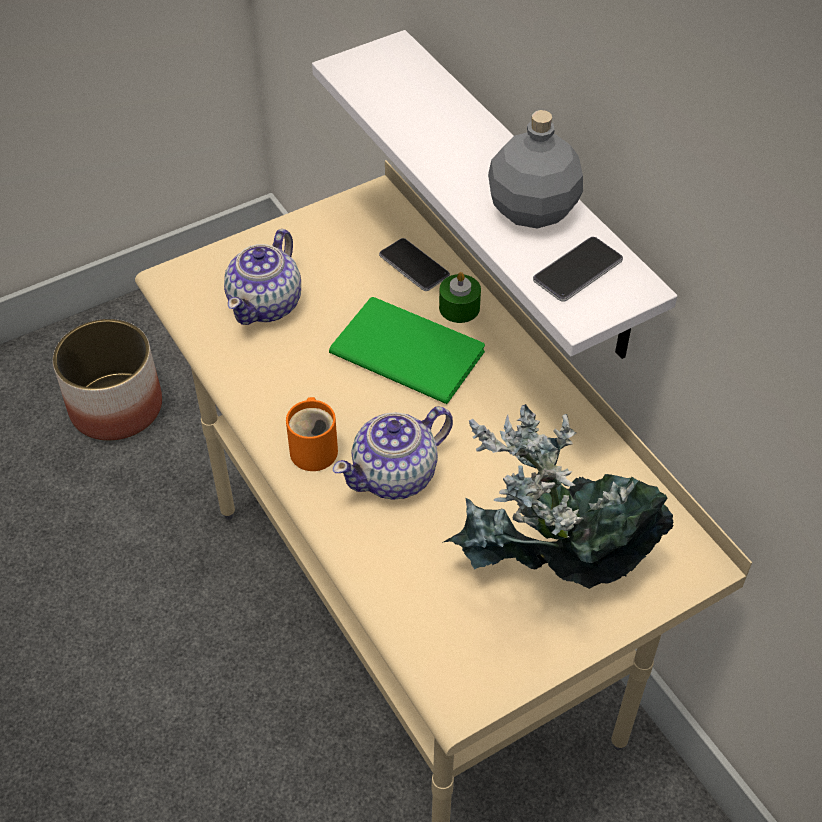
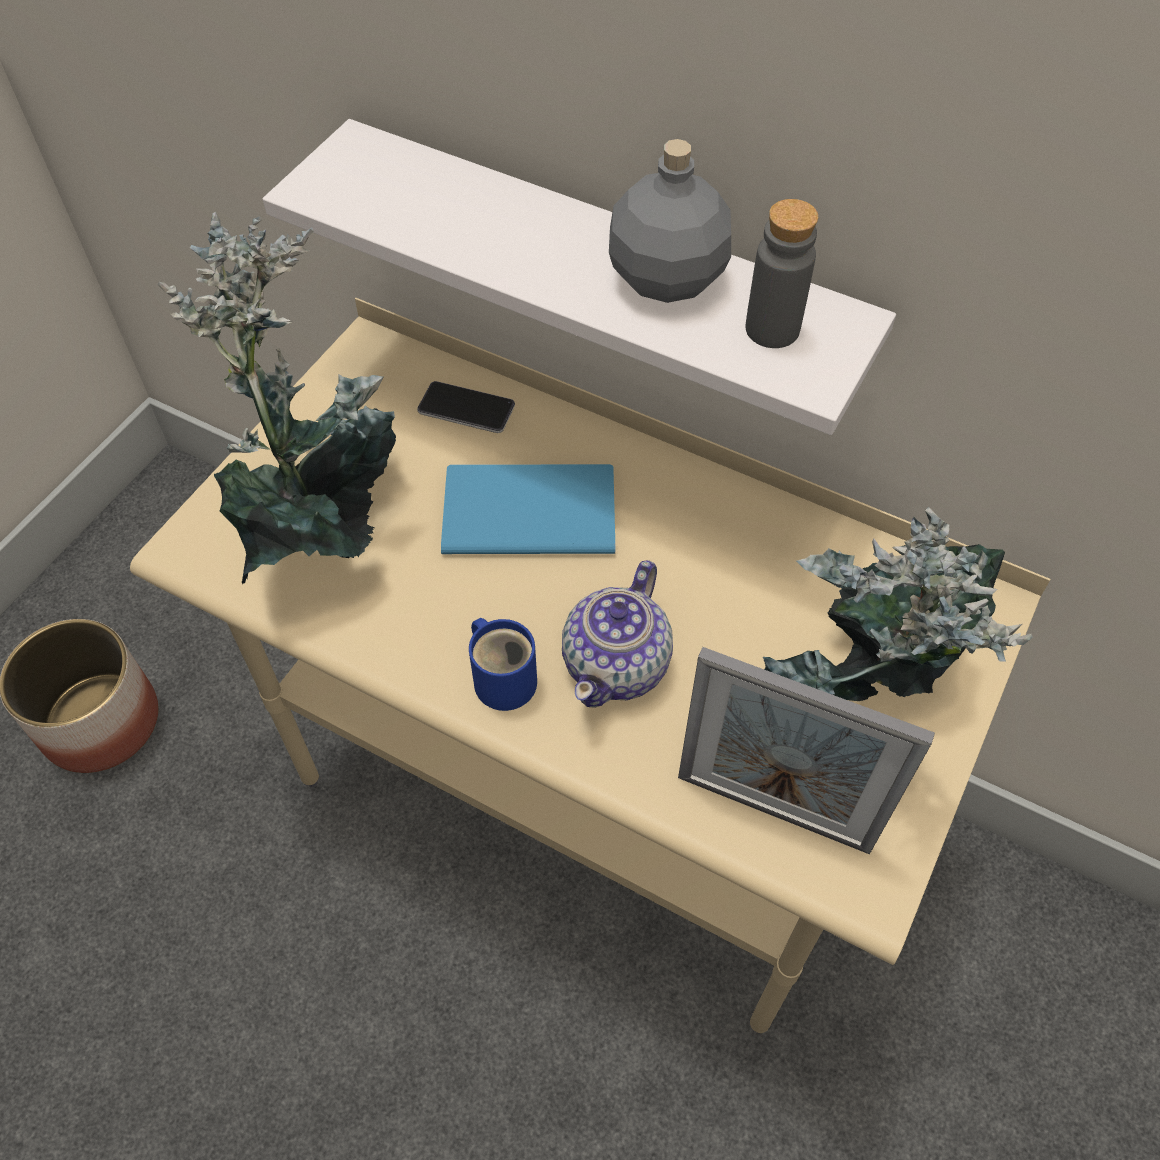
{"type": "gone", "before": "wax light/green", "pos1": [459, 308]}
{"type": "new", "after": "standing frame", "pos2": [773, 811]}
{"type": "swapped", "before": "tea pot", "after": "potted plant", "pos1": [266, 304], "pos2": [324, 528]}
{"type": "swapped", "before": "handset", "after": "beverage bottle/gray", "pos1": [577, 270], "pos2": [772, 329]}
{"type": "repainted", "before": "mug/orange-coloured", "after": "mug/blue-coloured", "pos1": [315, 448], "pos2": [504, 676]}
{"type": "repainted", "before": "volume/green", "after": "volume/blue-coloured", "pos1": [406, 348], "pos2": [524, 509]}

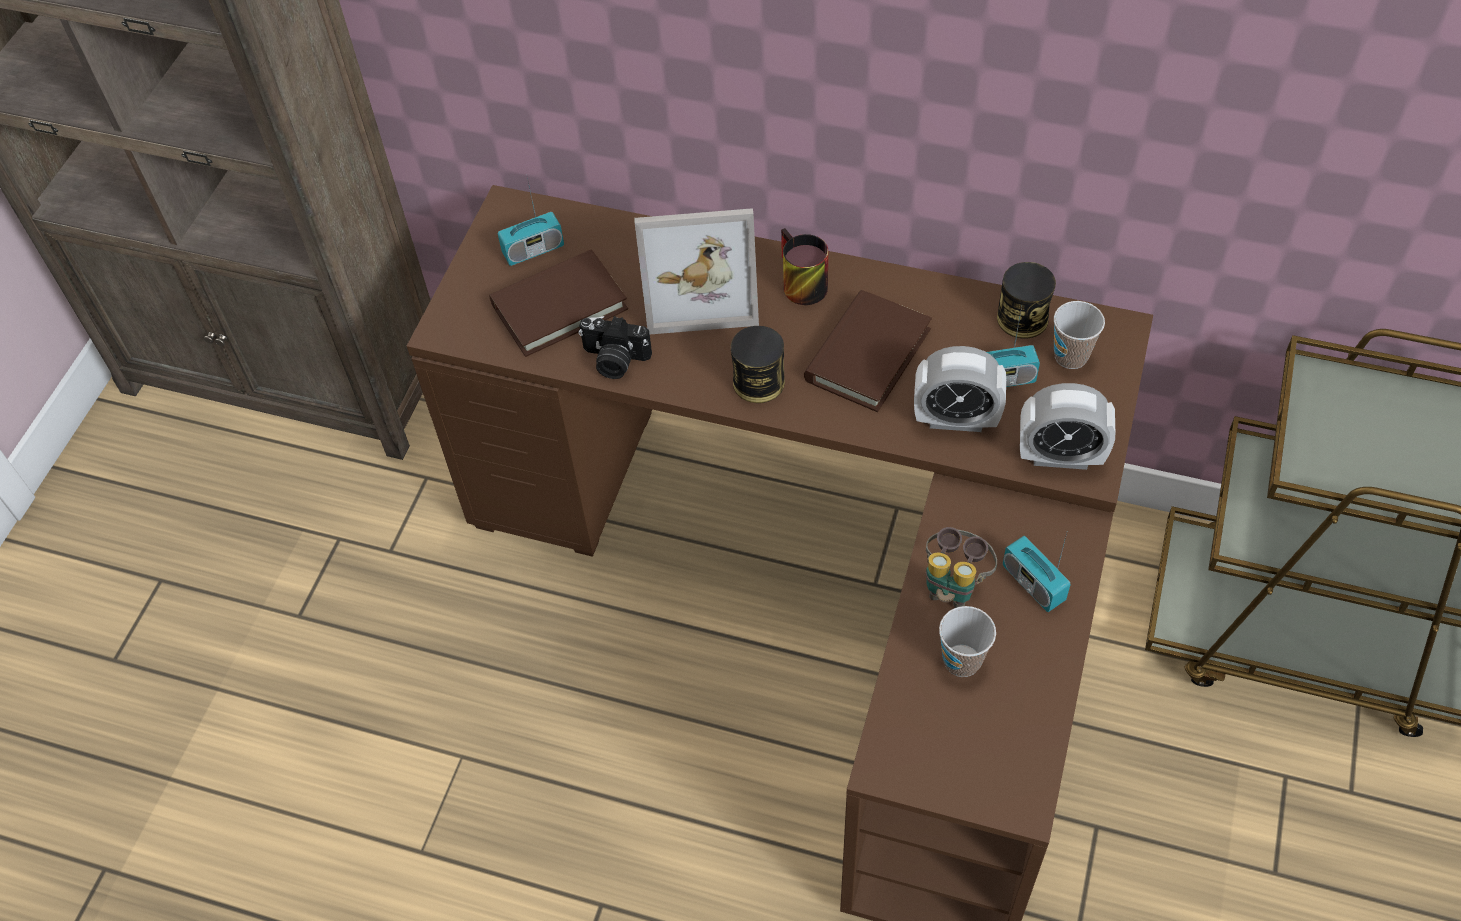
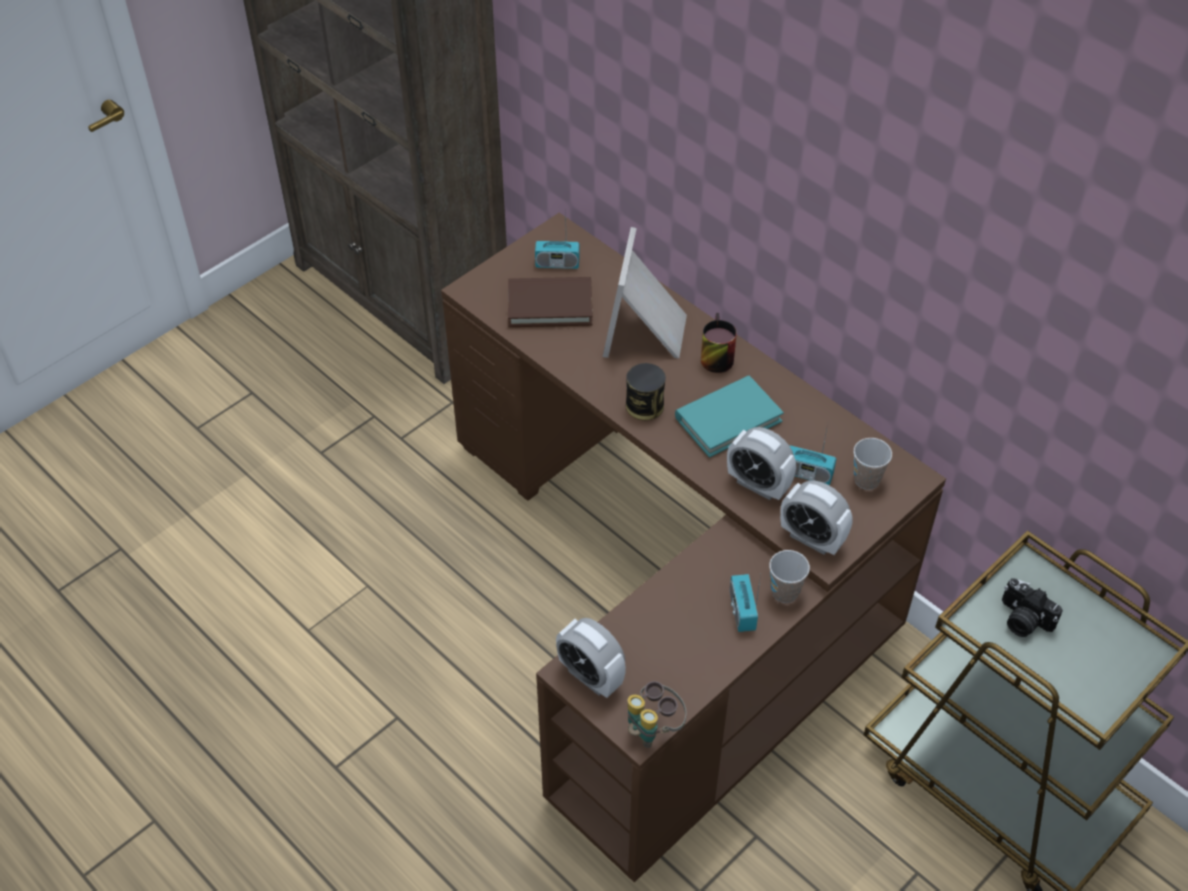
{"type": "gone", "before": "sealed can", "pos1": [1022, 318]}
{"type": "new", "after": "bedside clock", "pos2": [590, 676]}
{"type": "shifted", "before": "photo camera", "pos1": [614, 360], "pos2": [1022, 620]}
{"type": "shifted", "before": "binoculars", "pos1": [953, 585], "pos2": [653, 728]}
{"type": "shifted", "before": "cup", "pos1": [962, 661], "pos2": [785, 592]}
{"type": "repainted", "before": "volume/brown", "after": "volume/blue-green", "pos1": [867, 355], "pos2": [728, 419]}
{"type": "rotated", "before": "standing frame", "pos1": [700, 289], "pos2": [647, 332], "turn": 75}

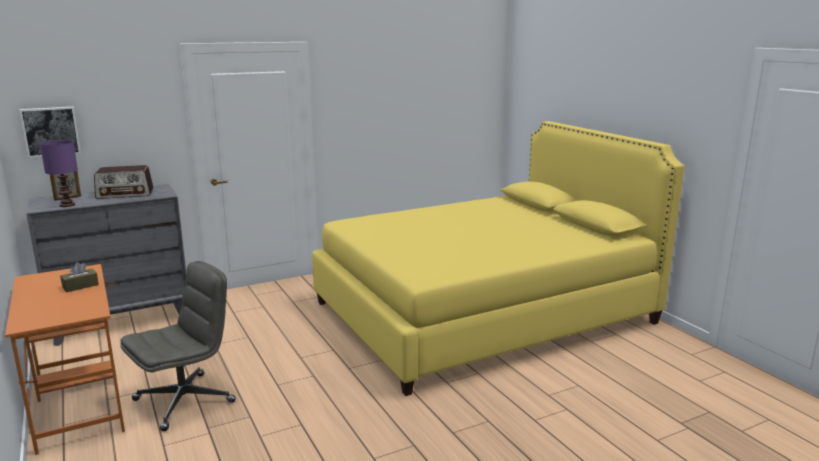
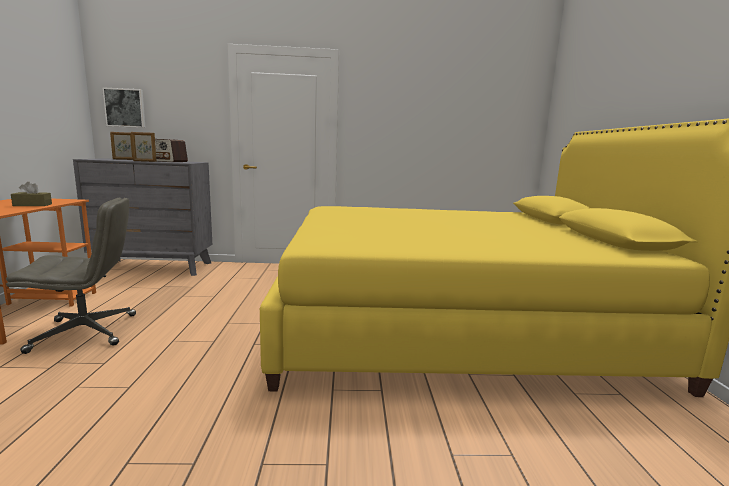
{"type": "gone", "before": "lamp for a table/purplish", "pos1": [66, 205]}
{"type": "new", "after": "standing frame", "pos2": [144, 161]}

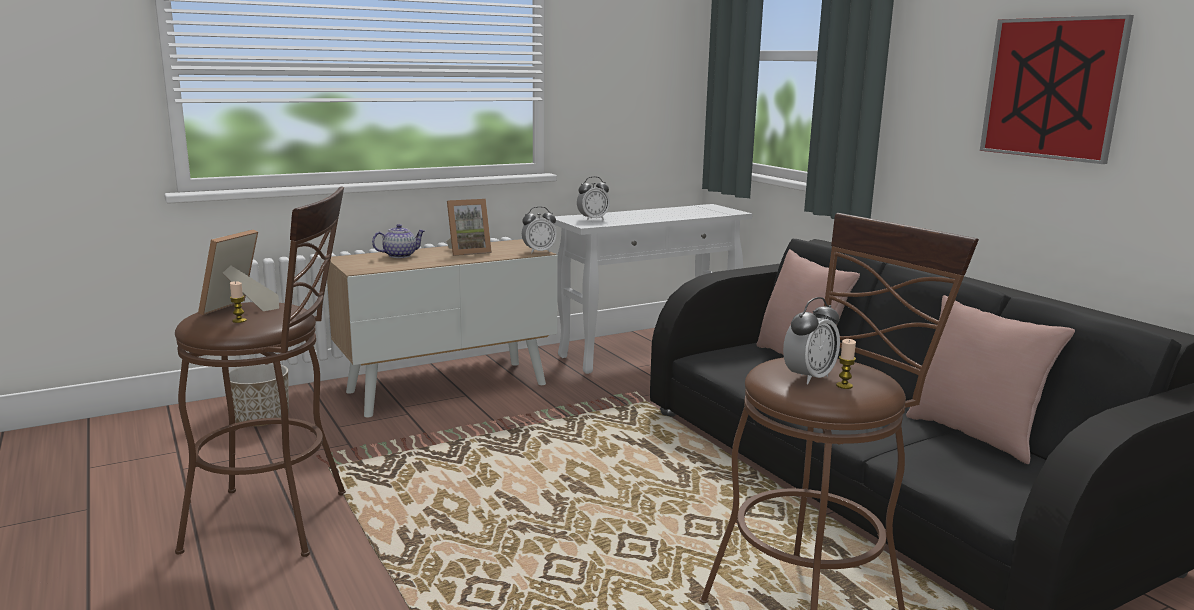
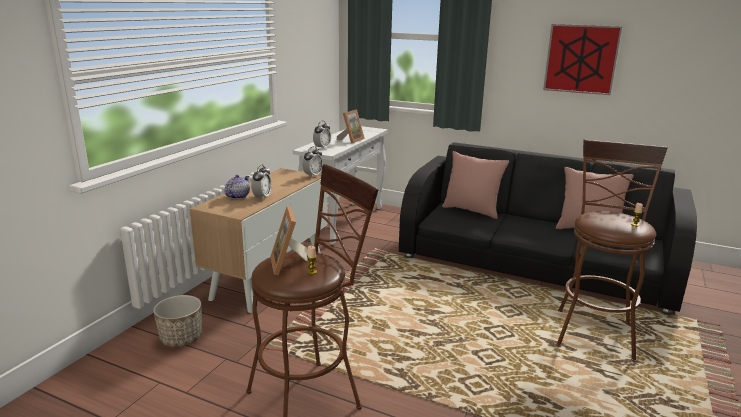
{"type": "shifted", "before": "standing frame", "pos1": [468, 251], "pos2": [351, 140]}
{"type": "shifted", "before": "bedside clock", "pos1": [809, 377], "pos2": [262, 197]}

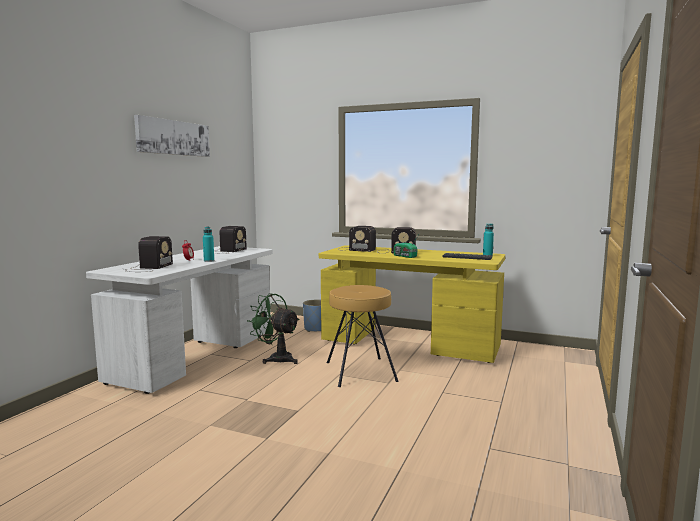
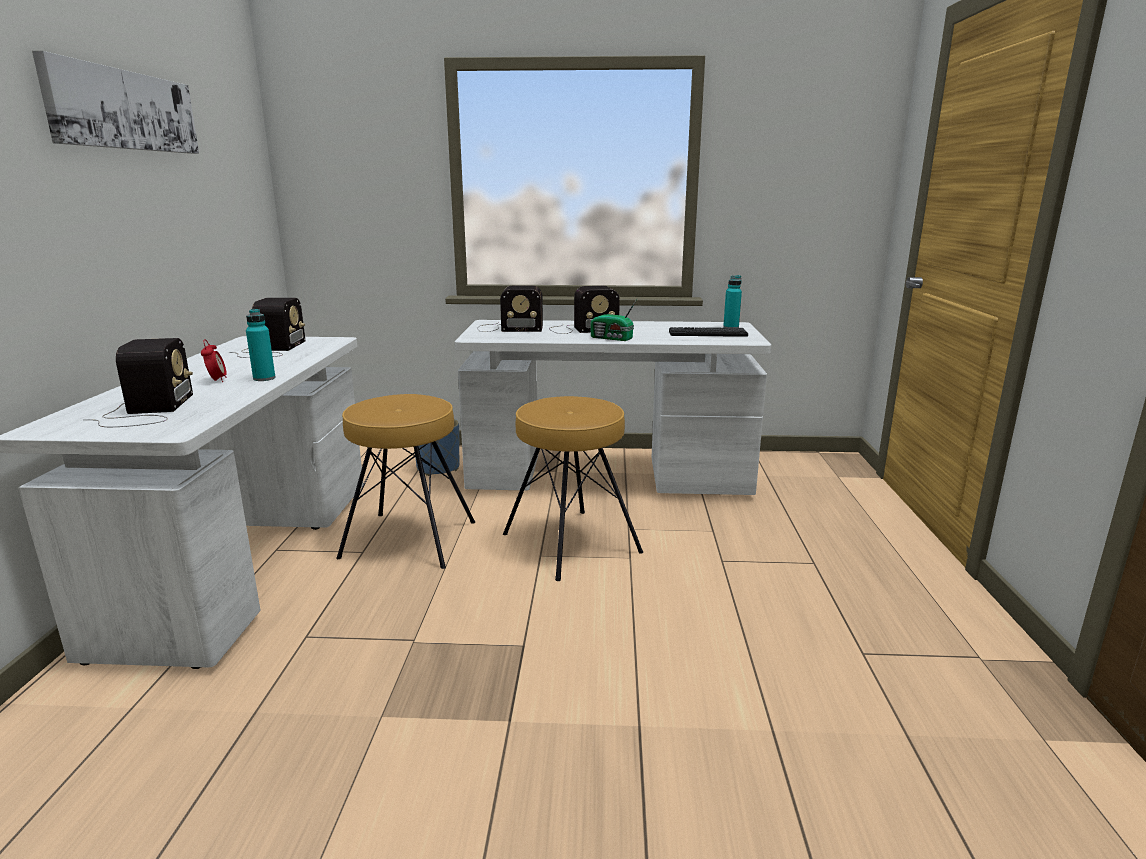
{"type": "swapped", "before": "electric fan/green", "after": "stool seat/brown", "pos1": [276, 358], "pos2": [409, 540]}
{"type": "repainted", "before": "desk unit/yellow", "after": "desk unit/white-coloured", "pos1": [409, 344], "pos2": [608, 478]}

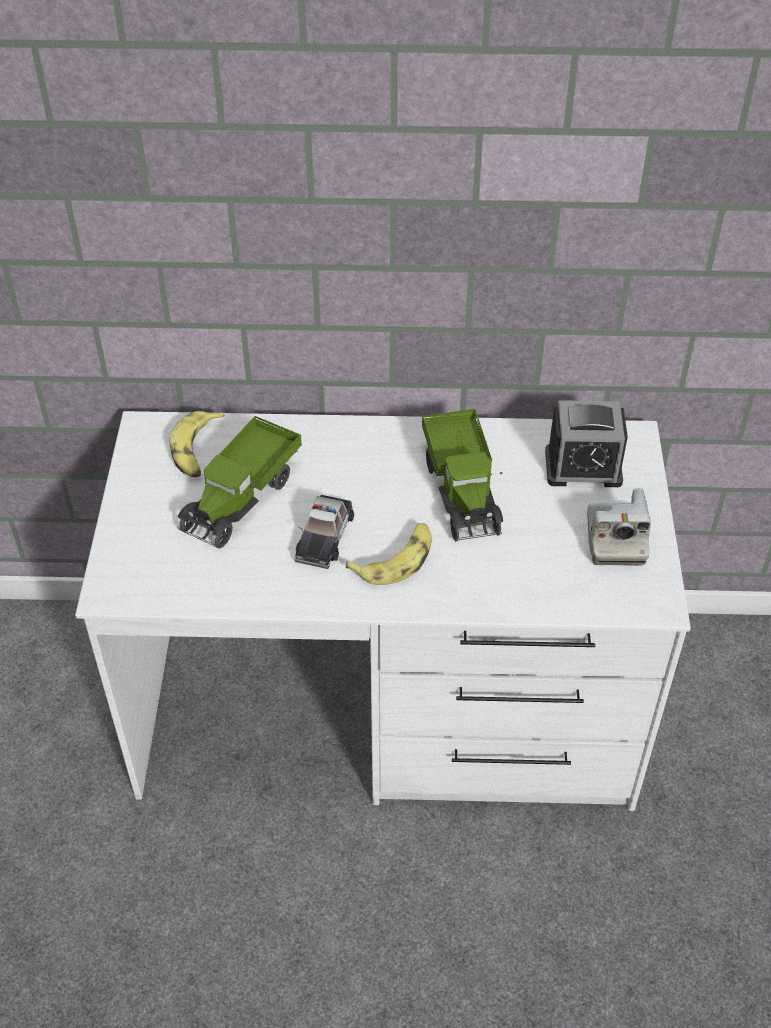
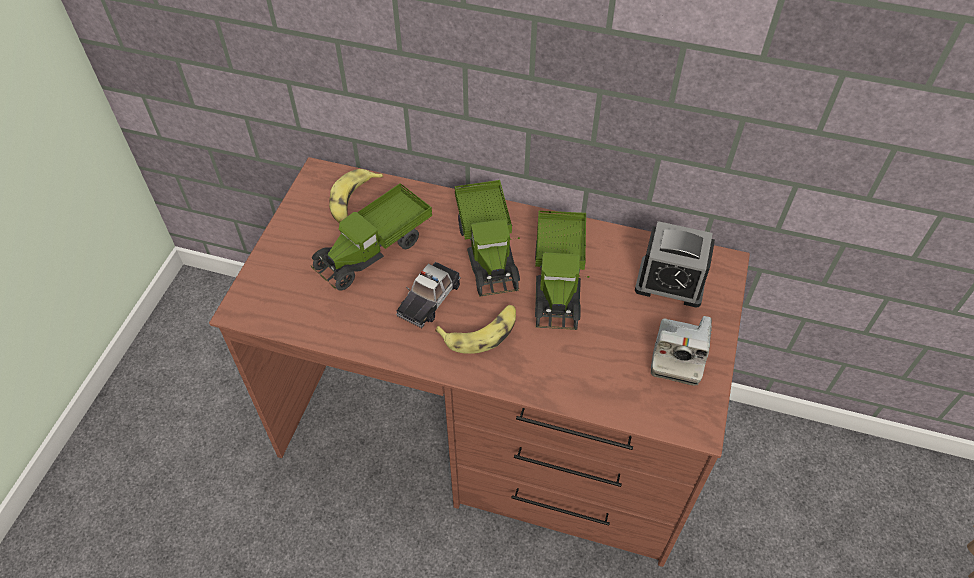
{"type": "new", "after": "toy truck", "pos2": [488, 250]}
{"type": "repainted", "before": "desk unit/white-coloured", "after": "desk unit/brown", "pos1": [387, 707], "pos2": [489, 429]}

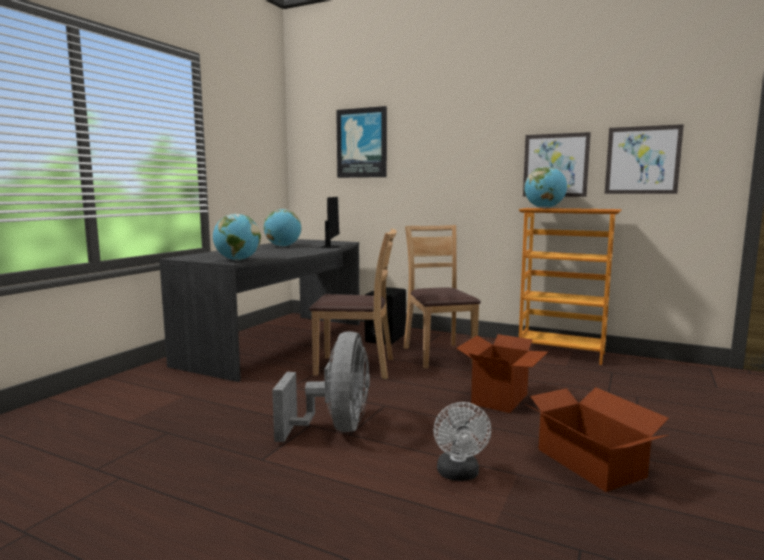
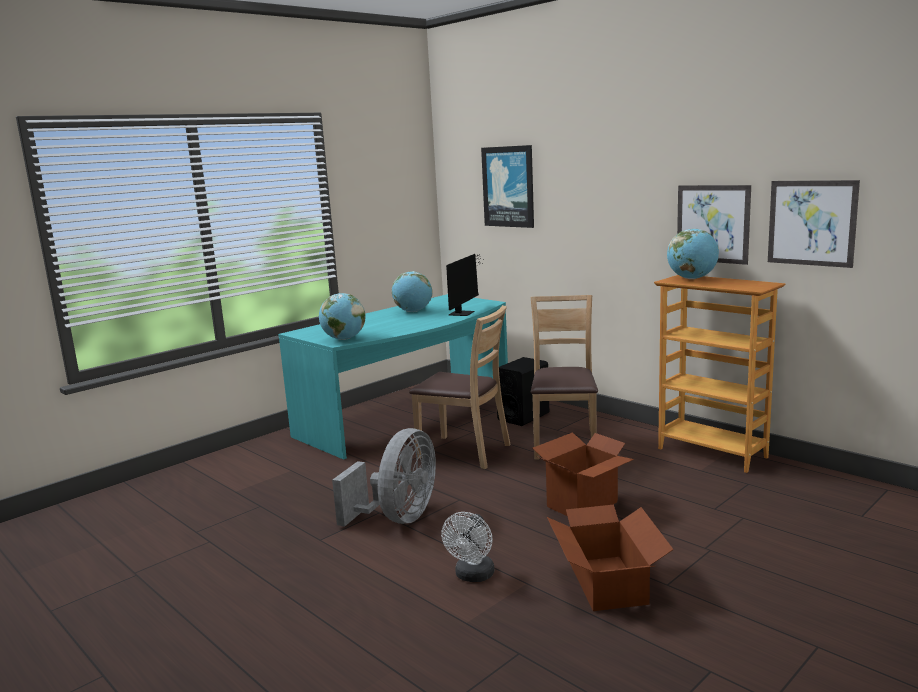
{"type": "repainted", "before": "desk unit/gray", "after": "desk unit/blue-green", "pos1": [281, 343], "pos2": [410, 416]}

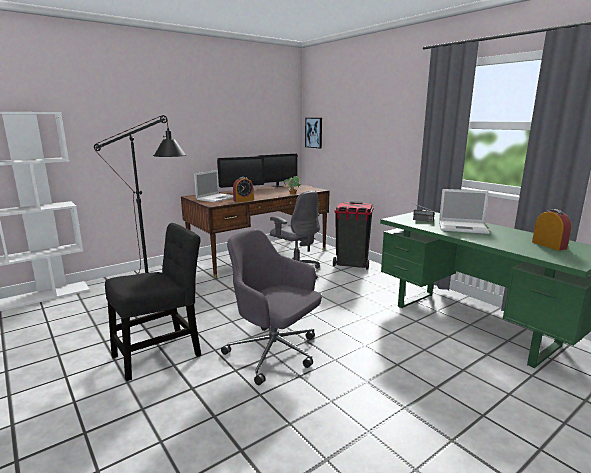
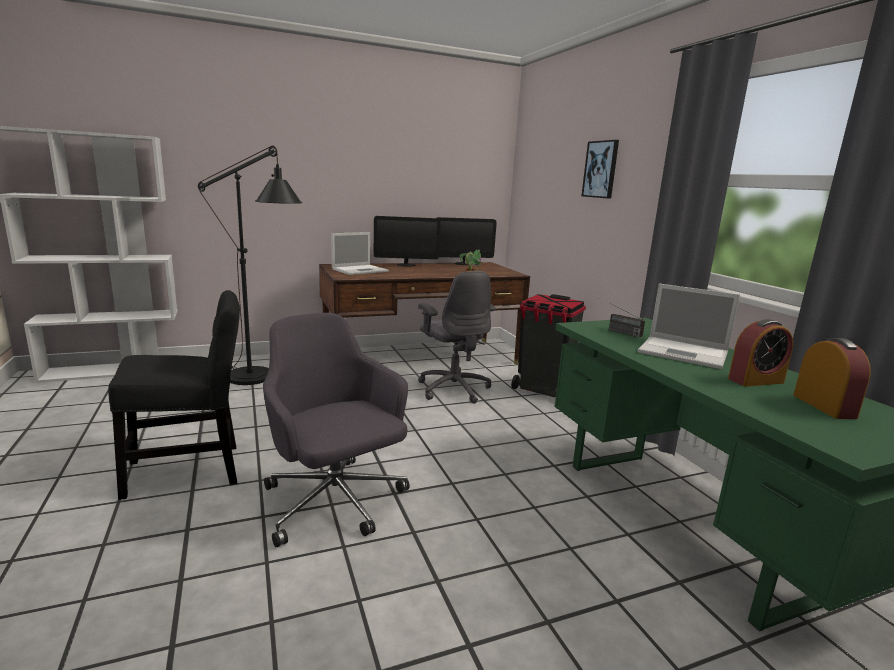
{"type": "shifted", "before": "bedside clock", "pos1": [243, 200], "pos2": [755, 380]}
{"type": "shifted", "before": "wall picture", "pos1": [314, 132], "pos2": [601, 169]}

